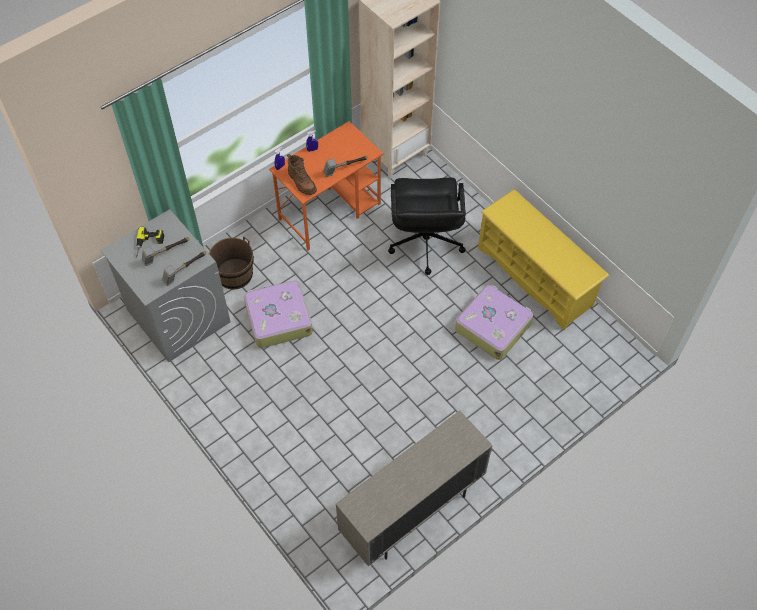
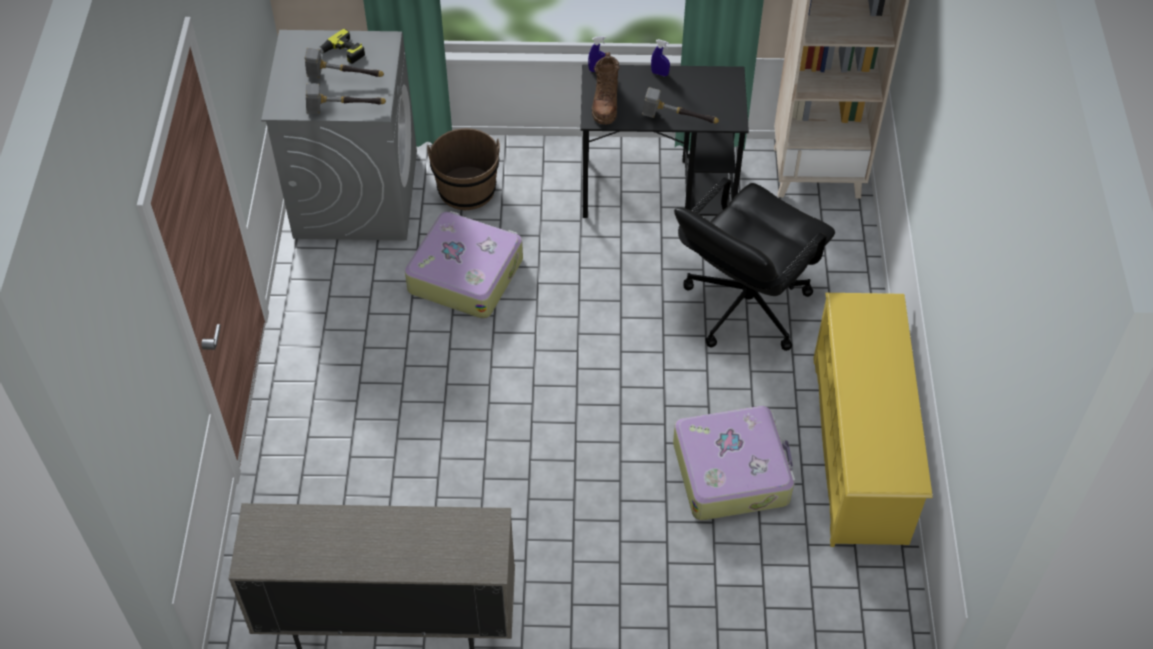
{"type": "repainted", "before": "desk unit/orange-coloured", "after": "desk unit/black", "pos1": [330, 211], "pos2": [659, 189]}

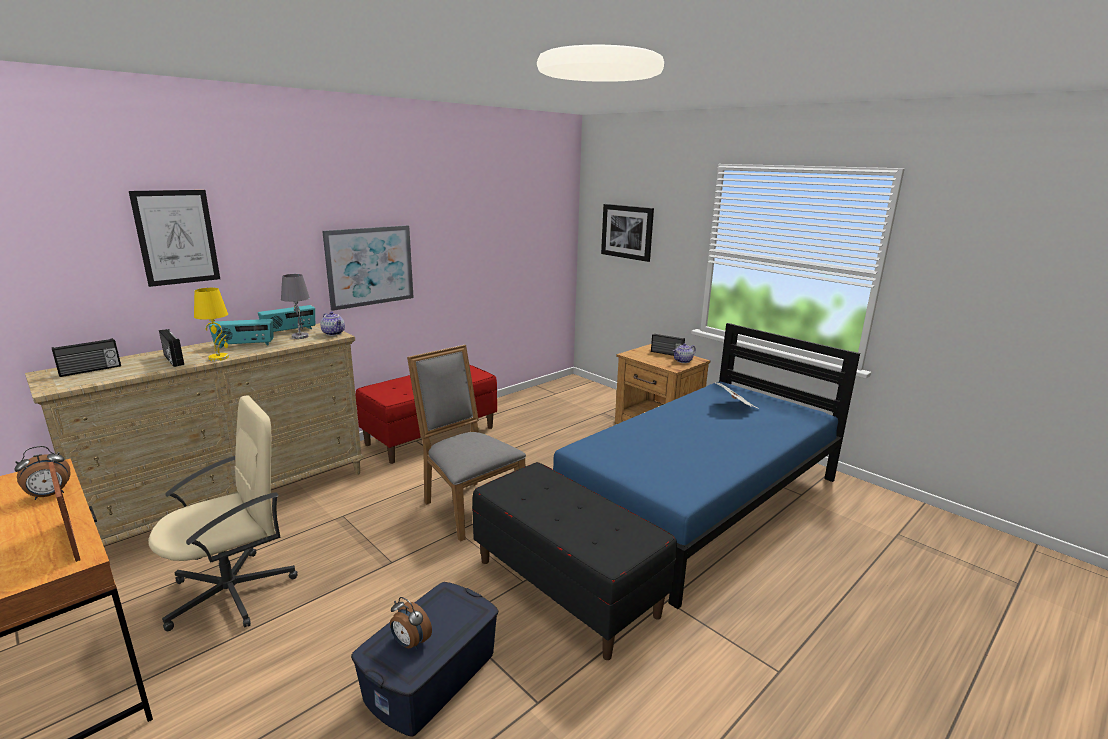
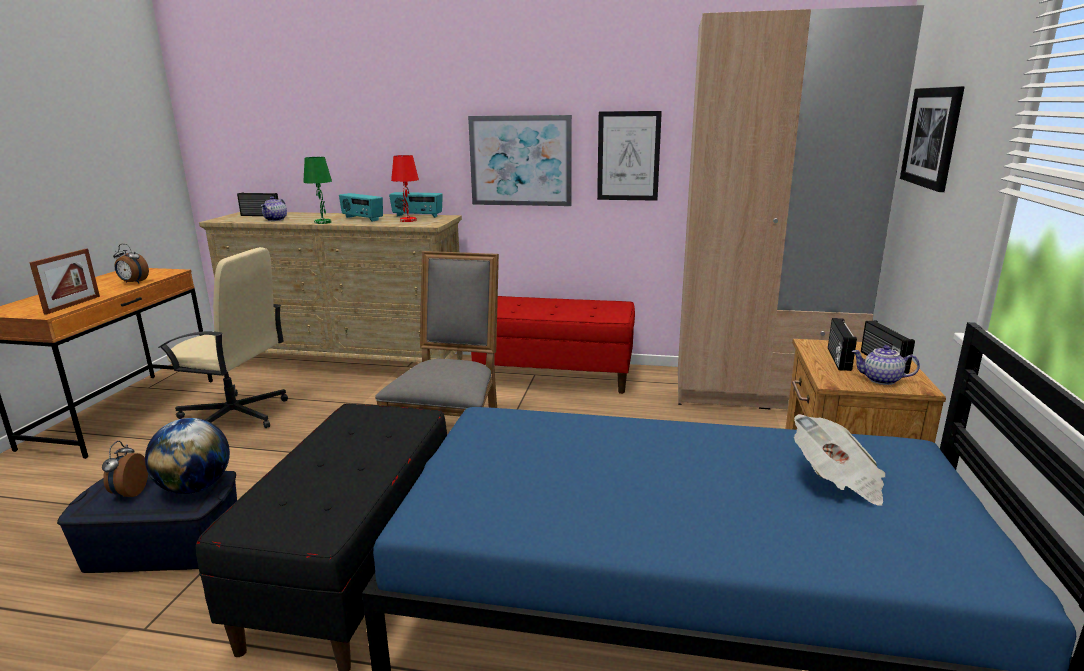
{"type": "new", "after": "world globe", "pos2": [195, 487]}
{"type": "new", "after": "clothes cupboard/beige-coloured", "pos2": [759, 391]}
{"type": "shifted", "before": "wall picture", "pos1": [176, 237], "pos2": [628, 156]}
{"type": "shifted", "before": "radio set", "pos1": [172, 360], "pos2": [837, 359]}
{"type": "shifted", "before": "tea pot", "pos1": [334, 333], "pos2": [276, 219]}
{"type": "repainted", "before": "lamp for a table/yellow", "after": "lamp for a table/green", "pos1": [219, 358], "pos2": [323, 222]}
{"type": "repainted", "before": "lamp for a table/gray", "after": "lamp for a table/reddish", "pos1": [300, 336], "pos2": [408, 220]}

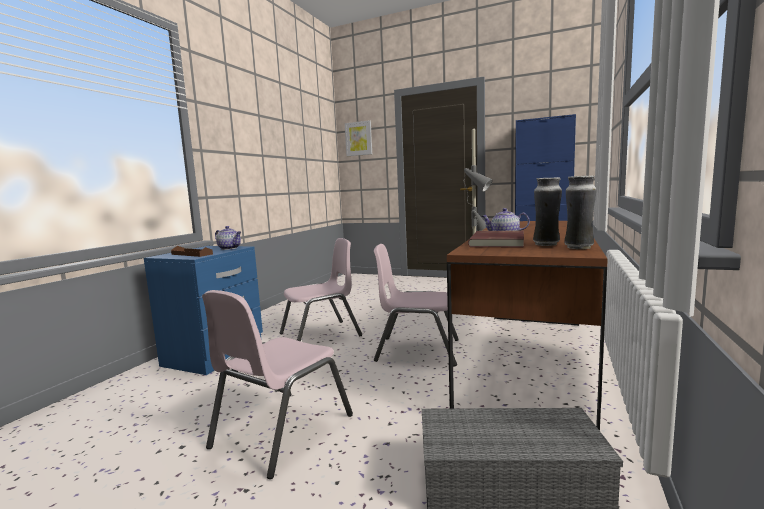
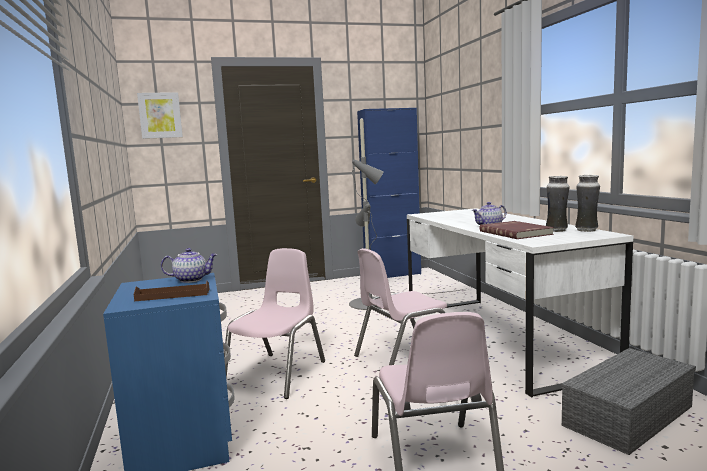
{"type": "repainted", "before": "desk unit/brown", "after": "desk unit/white-coloured", "pos1": [529, 360], "pos2": [497, 338]}

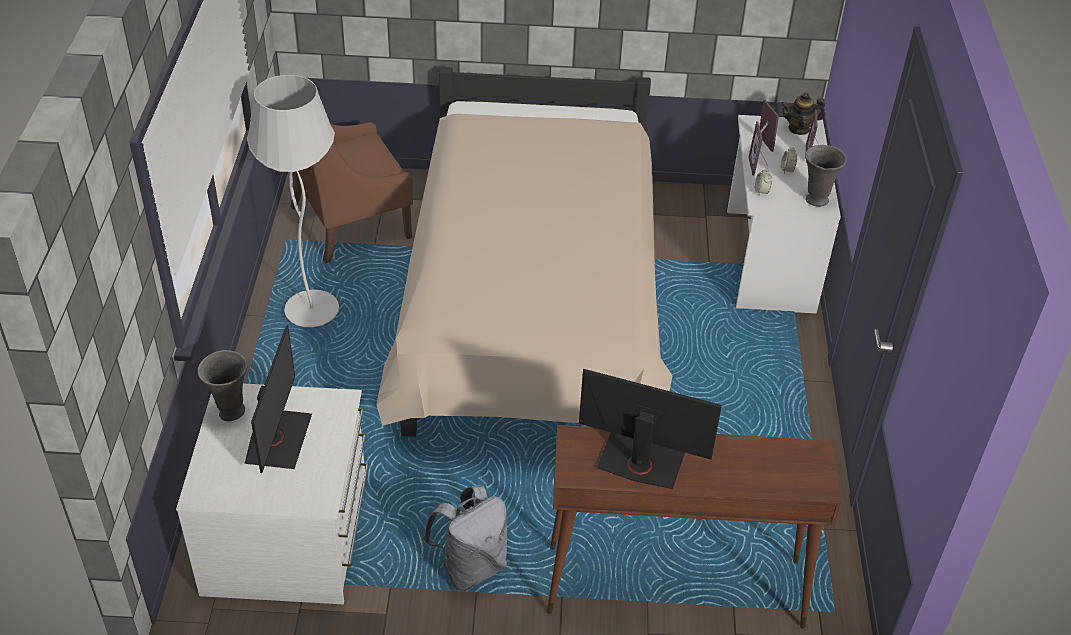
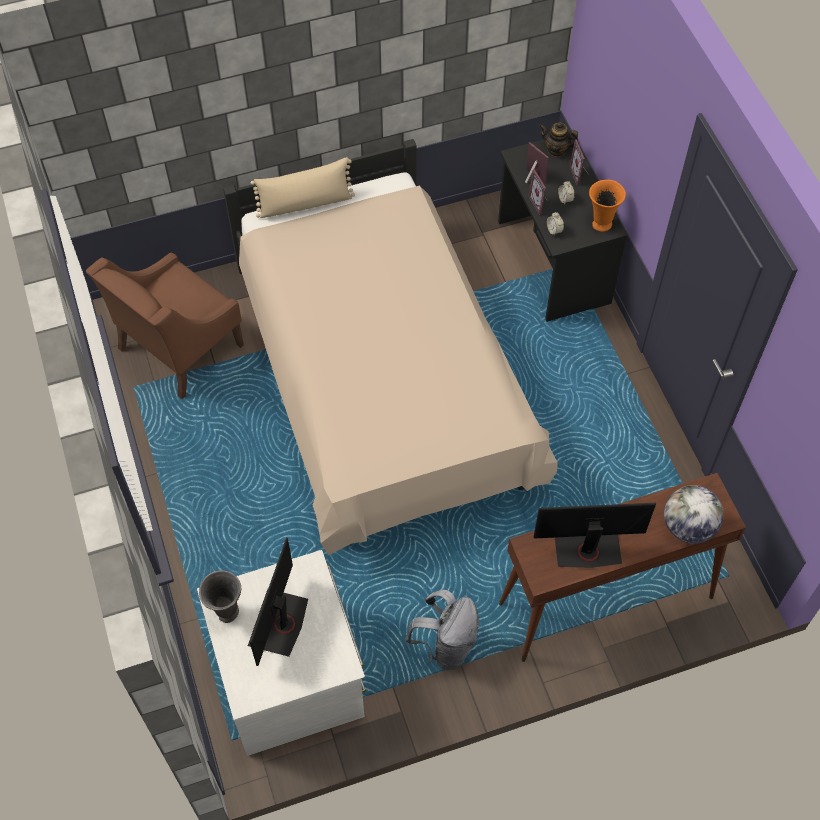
{"type": "gone", "before": "standard lamp/white-coloured", "pos1": [312, 311]}
{"type": "new", "after": "pillow/beige-coloured", "pos2": [305, 203]}
{"type": "new", "after": "world globe", "pos2": [688, 527]}
{"type": "repainted", "before": "desk unit/white-coloured", "after": "desk unit/black", "pos1": [767, 259], "pos2": [551, 262]}
{"type": "repainted", "before": "vase/gray", "after": "vase/orange-coloured", "pos1": [815, 200], "pos2": [601, 224]}
{"type": "rotated", "before": "computer display", "pos1": [277, 439], "pos2": [279, 623], "turn": -150}
{"type": "rotated", "before": "tea pot", "pos1": [799, 128], "pos2": [556, 150], "turn": 45}

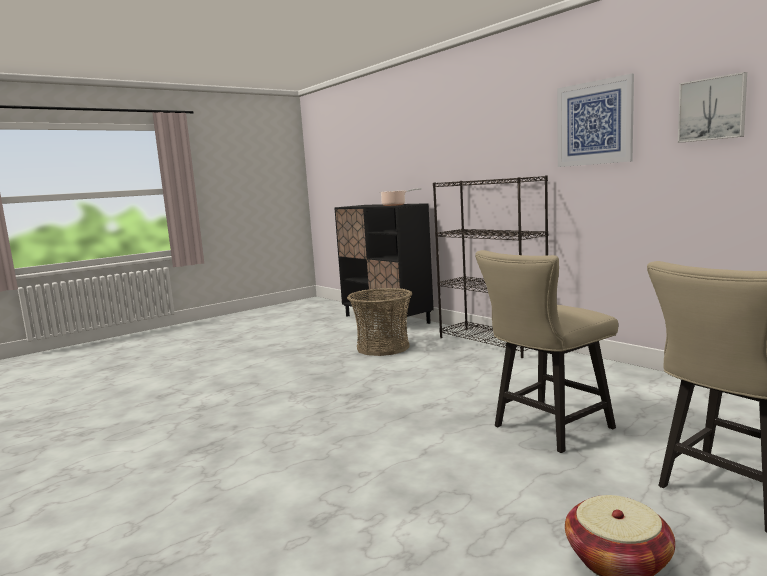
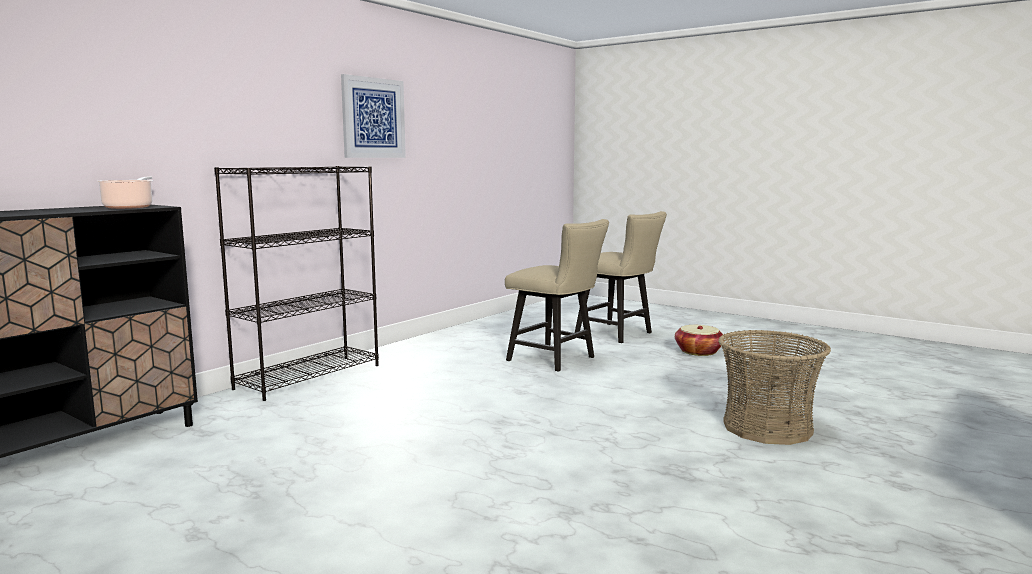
{"type": "gone", "before": "wall picture", "pos1": [712, 109]}
{"type": "shifted", "before": "storage basket", "pos1": [383, 347], "pos2": [767, 427]}

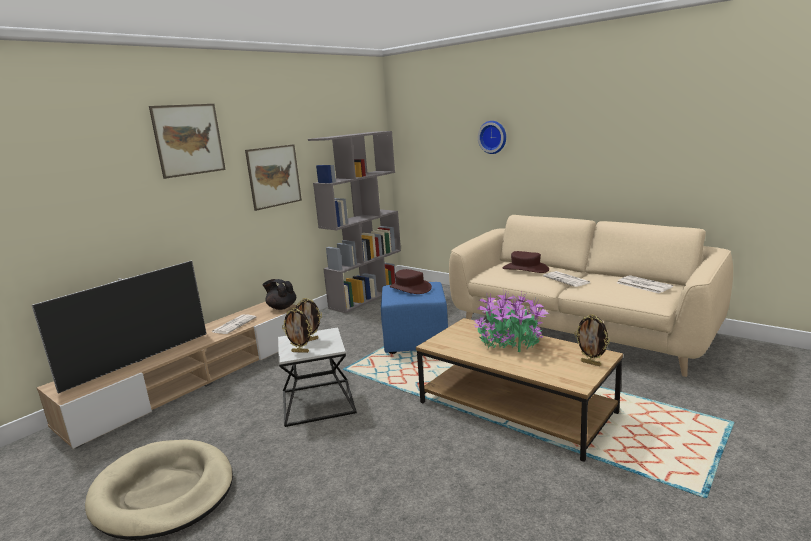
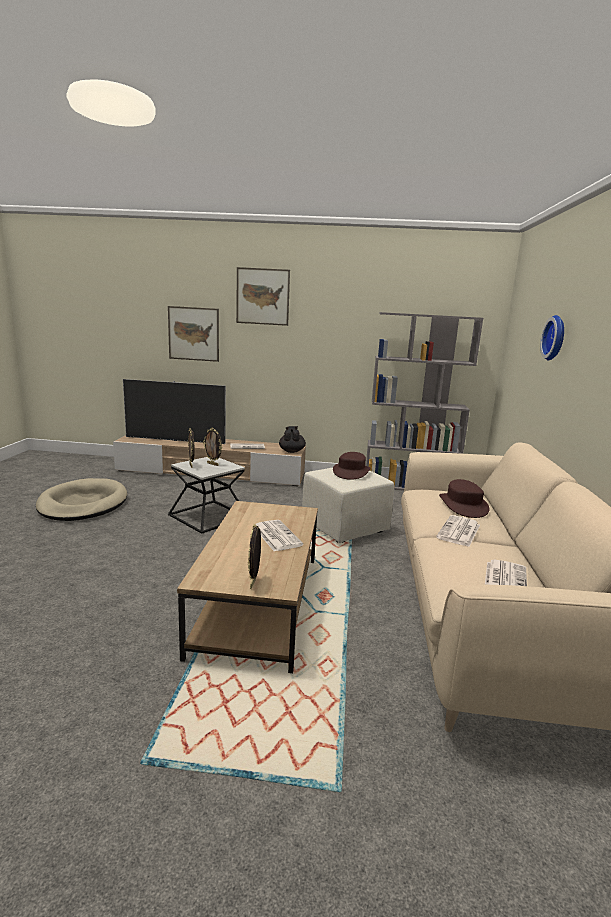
{"type": "shifted", "before": "wall picture", "pos1": [274, 176], "pos2": [193, 334]}
{"type": "swapped", "before": "potted plant", "after": "daily paper", "pos1": [509, 342], "pos2": [276, 536]}
{"type": "repainted", "before": "ottoman/blue-coloured", "after": "ottoman/beige-coloured", "pos1": [415, 341], "pos2": [345, 527]}

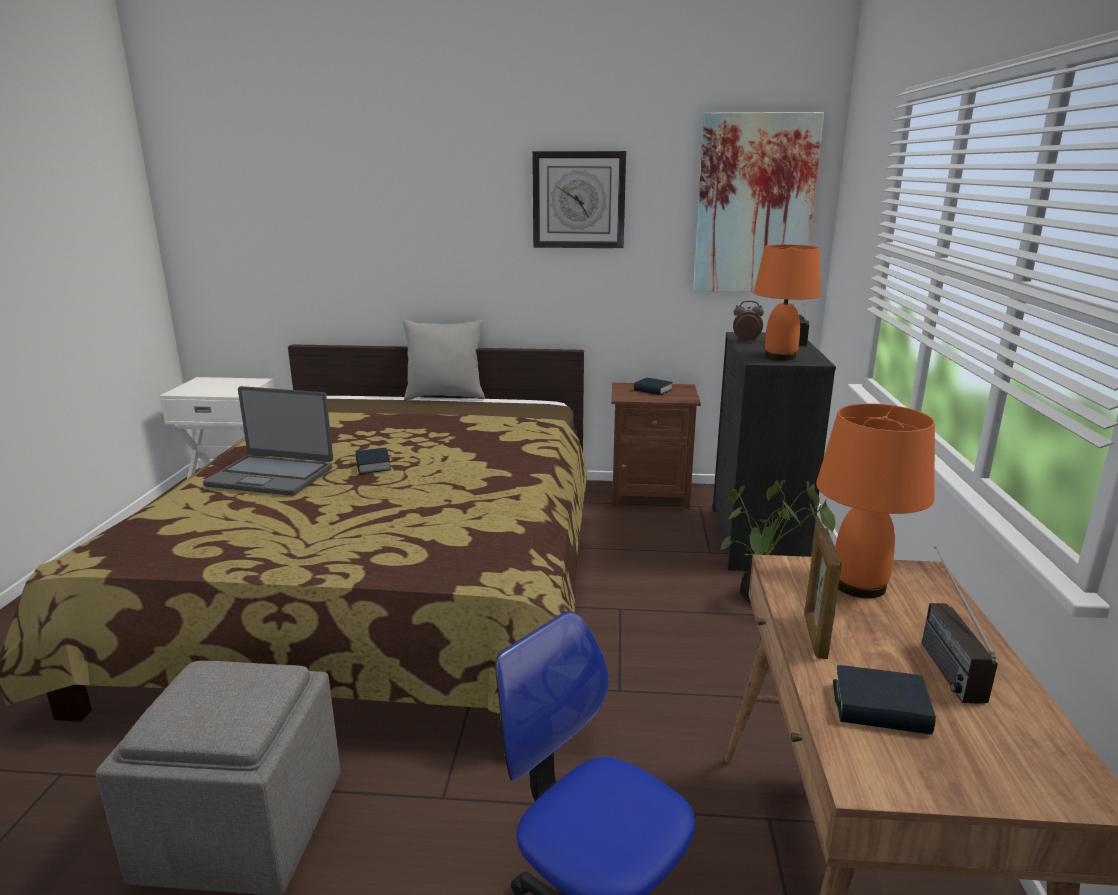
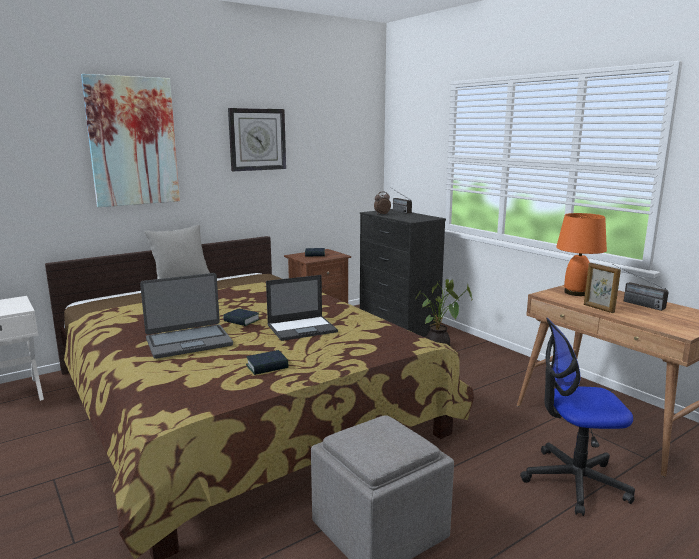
{"type": "gone", "before": "lamp for a table/orange-coloured", "pos1": [781, 356]}
{"type": "new", "after": "portable computer", "pos2": [302, 328]}
{"type": "shifted", "before": "wall picture", "pos1": [755, 205], "pos2": [133, 141]}
{"type": "shifted", "before": "volume", "pos1": [880, 708], "pos2": [267, 366]}

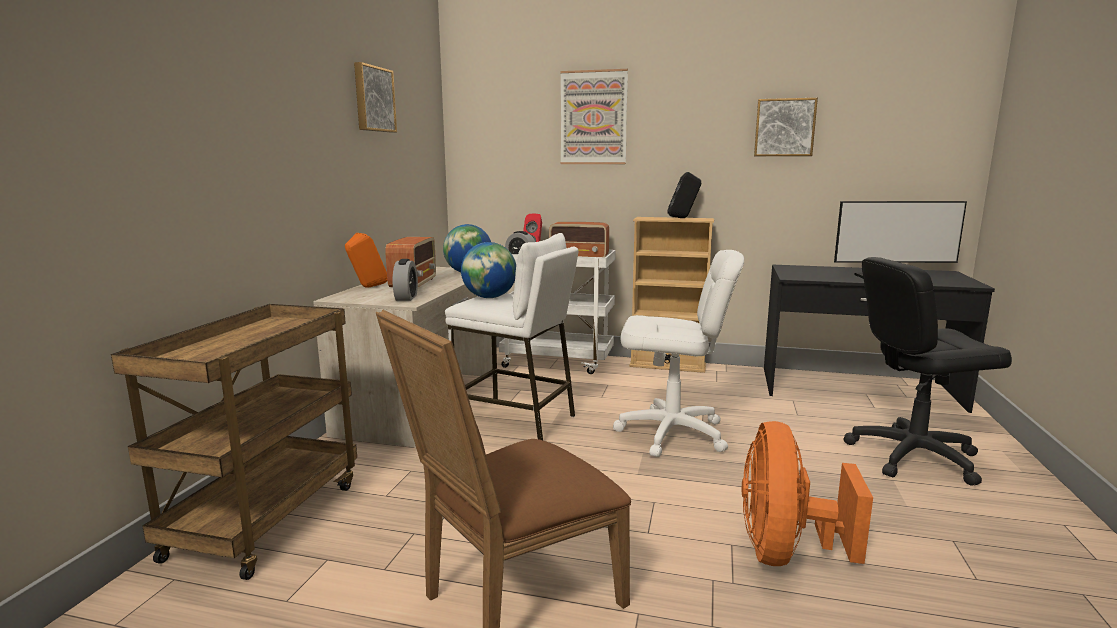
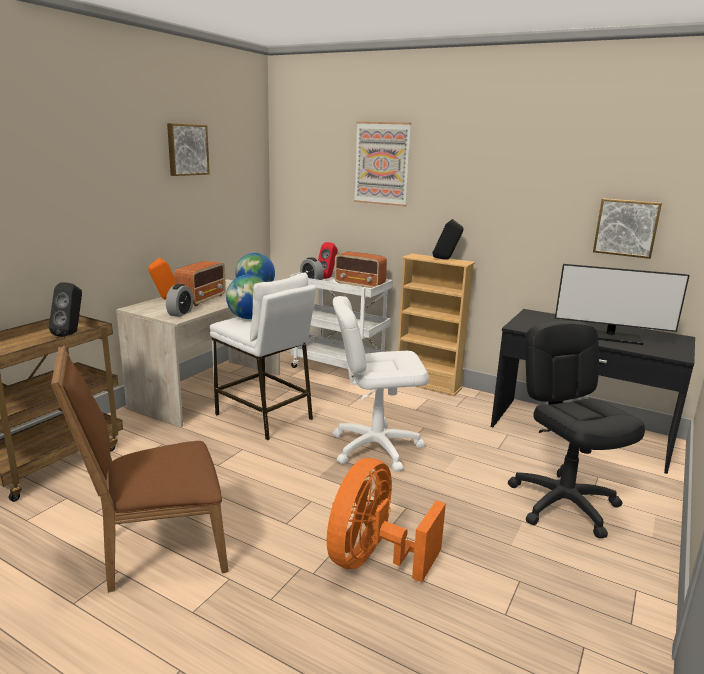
{"type": "new", "after": "audio speaker/black", "pos2": [71, 334]}
{"type": "shifted", "before": "wall picture", "pos1": [784, 127], "pos2": [626, 227]}
{"type": "rotated", "before": "computer chair/white-coloured", "pos1": [672, 433], "pos2": [375, 447], "turn": 150}
{"type": "rotated", "before": "computer chair/black", "pos1": [913, 456], "pos2": [563, 504], "turn": 60}

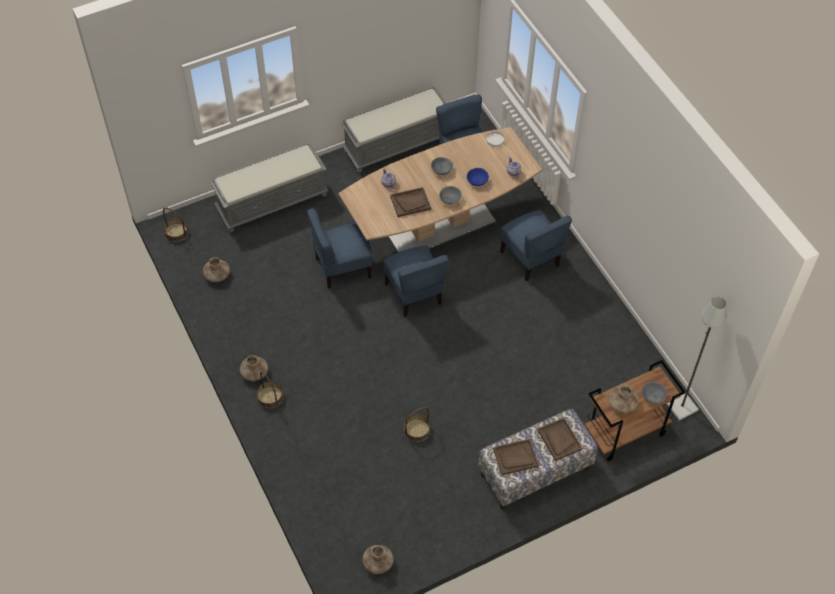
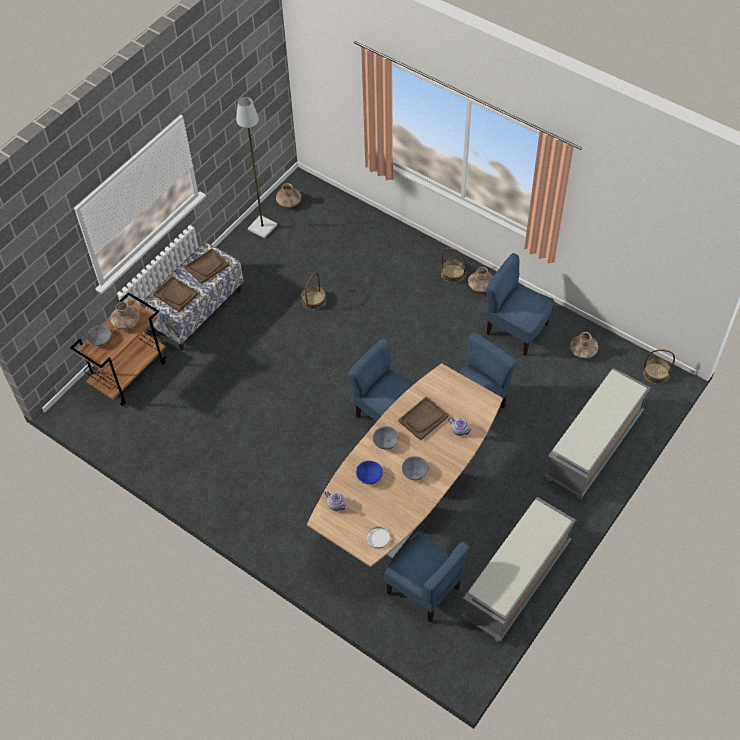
{"type": "shifted", "before": "plain chair/blue-coloured", "pos1": [530, 258], "pos2": [516, 330]}
{"type": "shifted", "before": "standard lamp/gray", "pos1": [681, 407], "pos2": [262, 227]}

